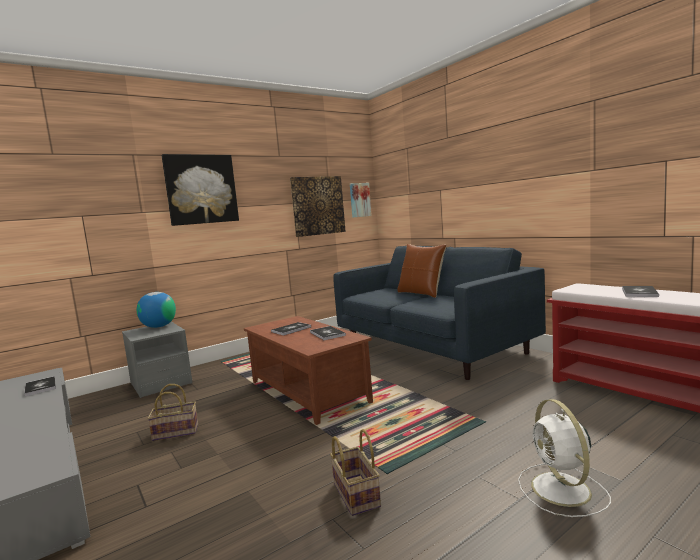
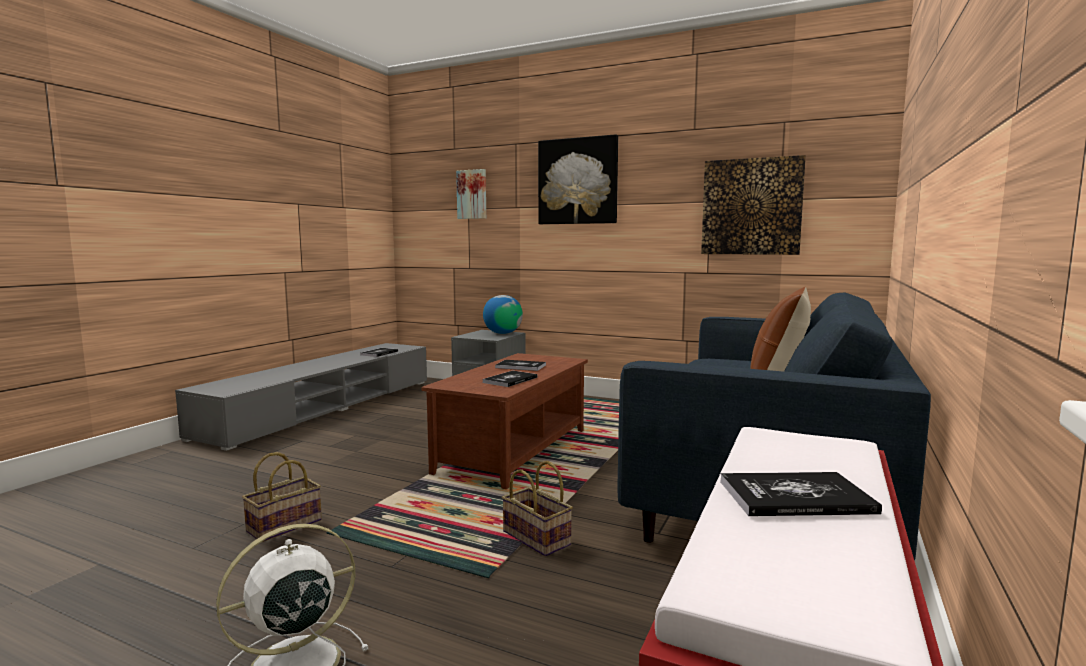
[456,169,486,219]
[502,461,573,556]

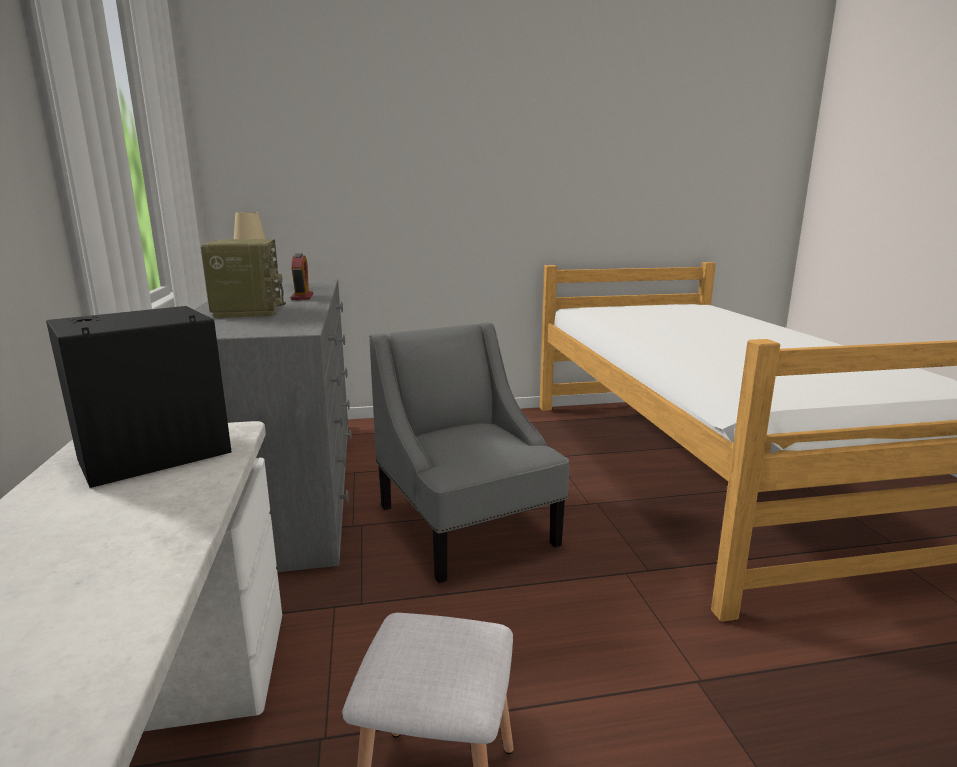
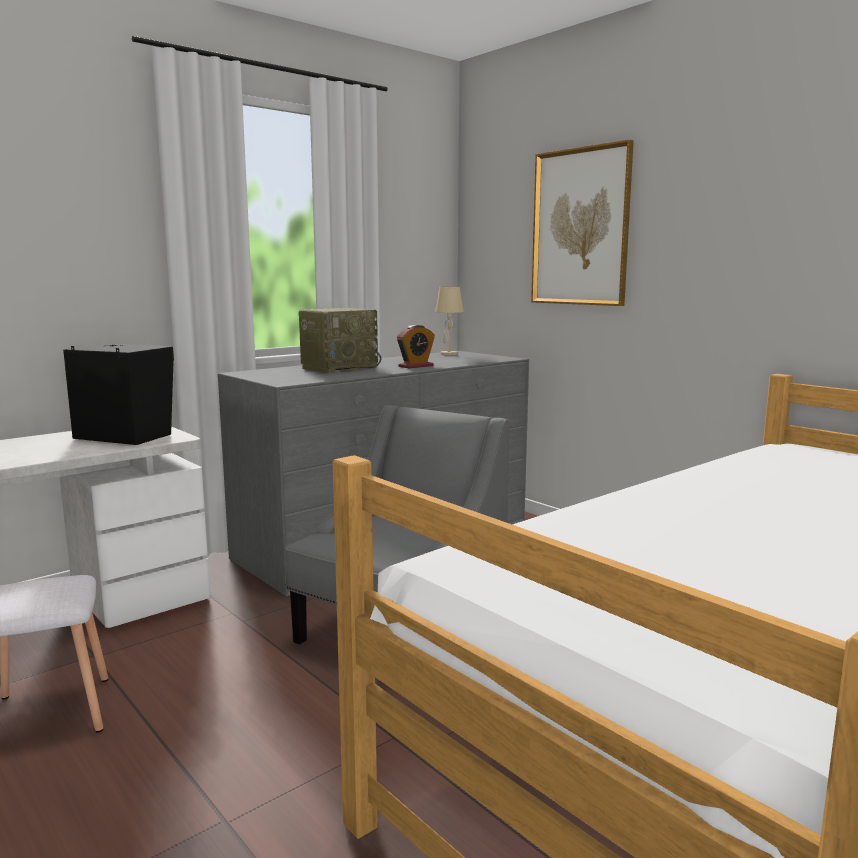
[531,139,634,306]

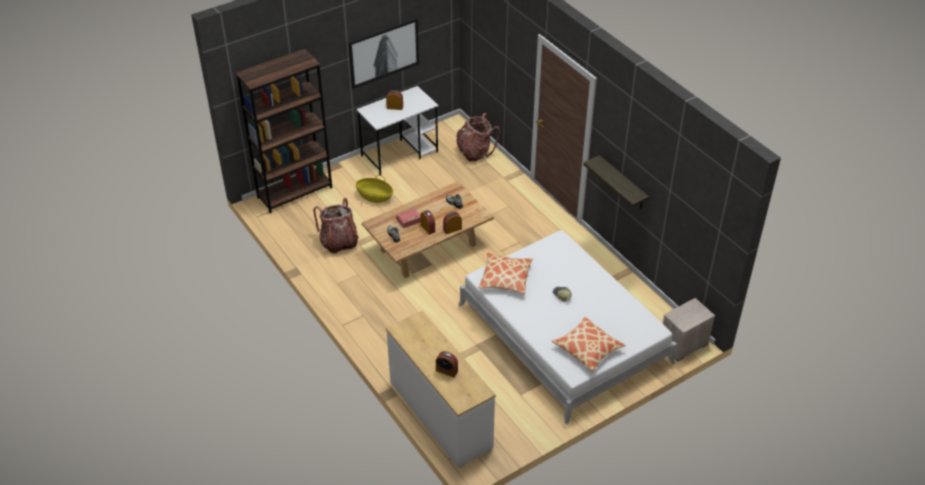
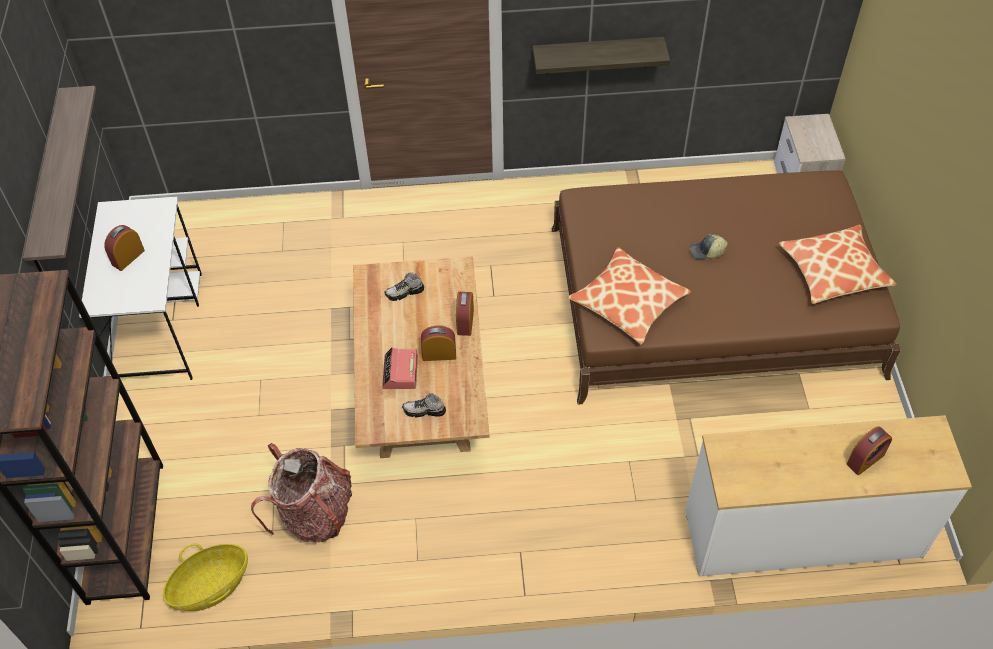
[23,86,96,272]
[456,113,500,161] (first image)
[163,544,248,611]
[552,170,901,405]

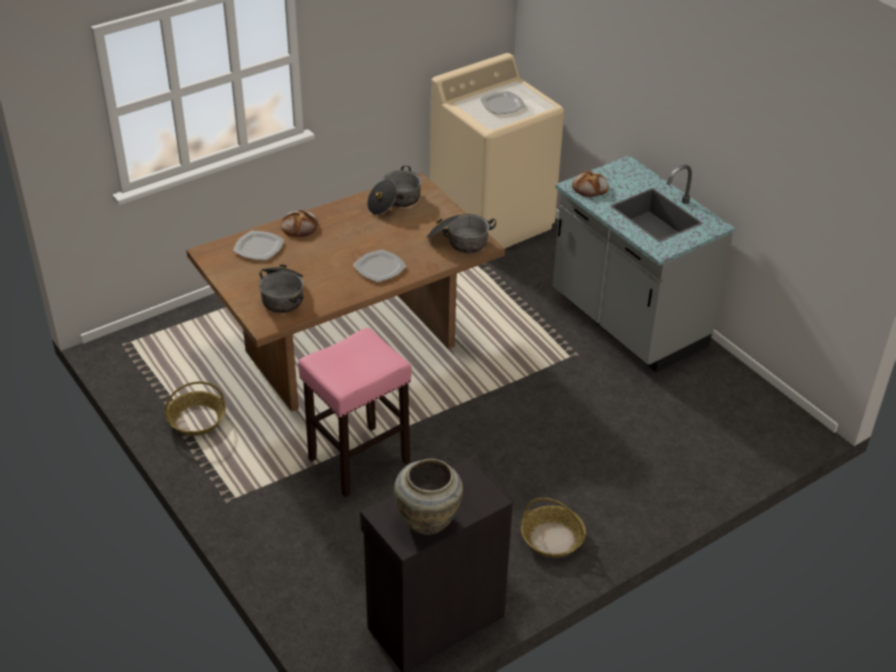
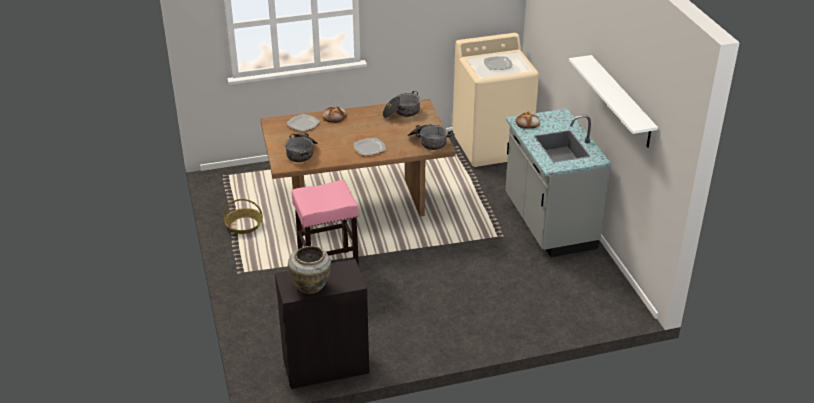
[521,498,586,558] (first image)
[569,55,658,148]

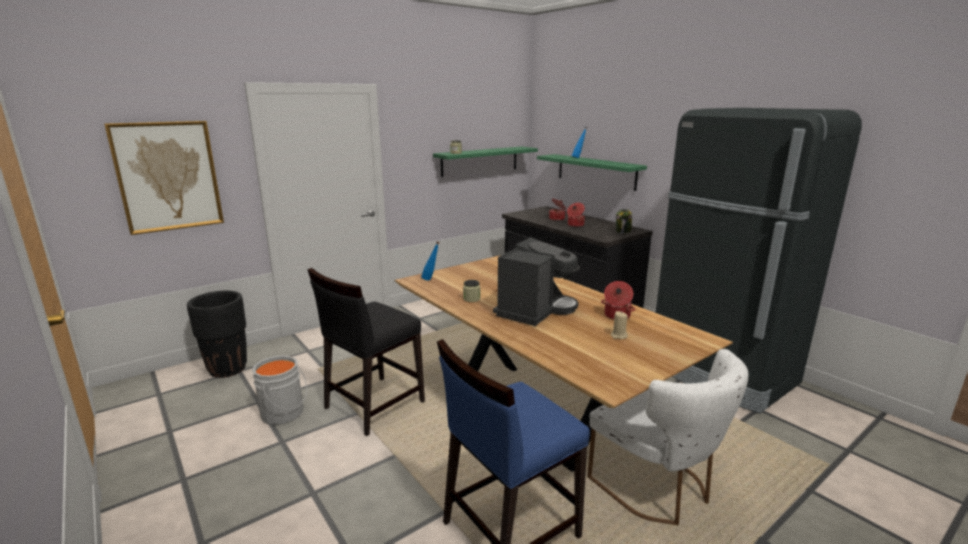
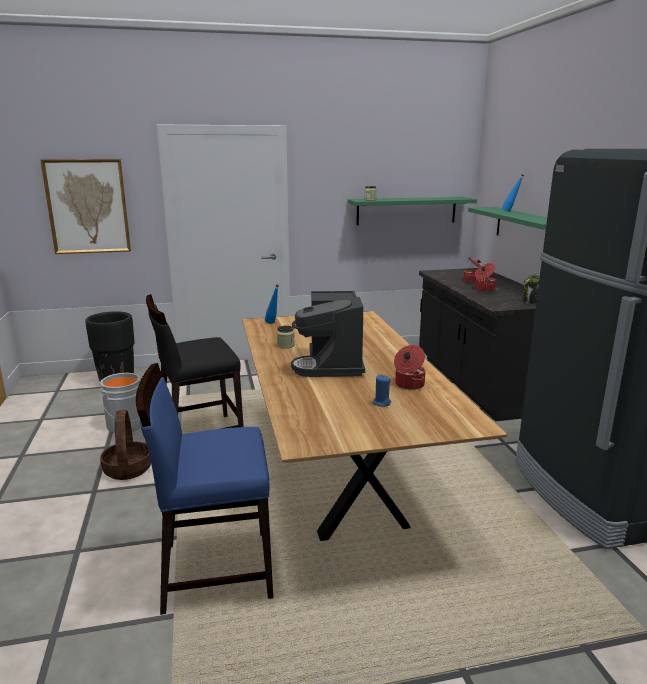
[291,291,365,377]
[372,374,391,407]
[587,349,749,525] (first image)
[100,410,151,480]

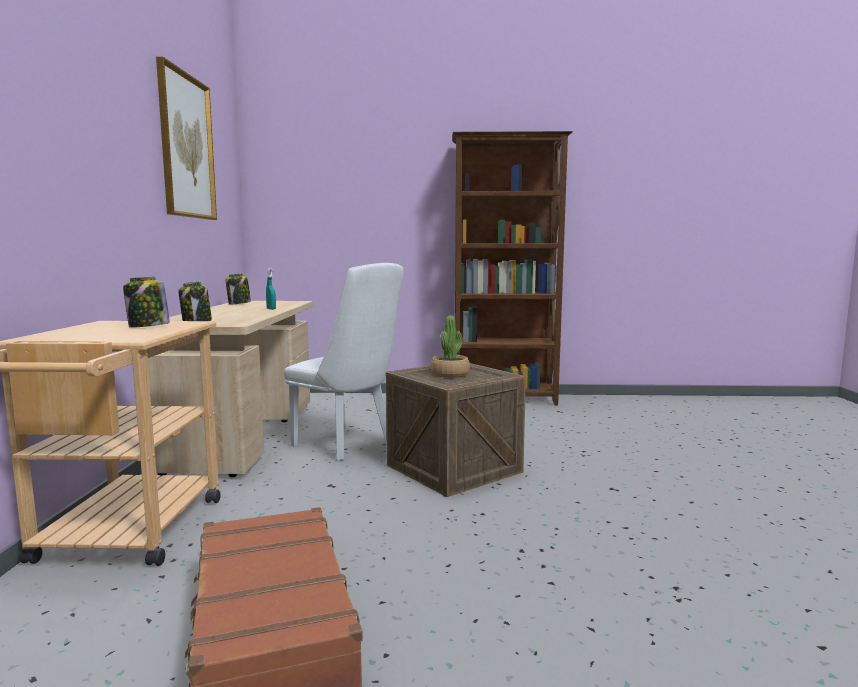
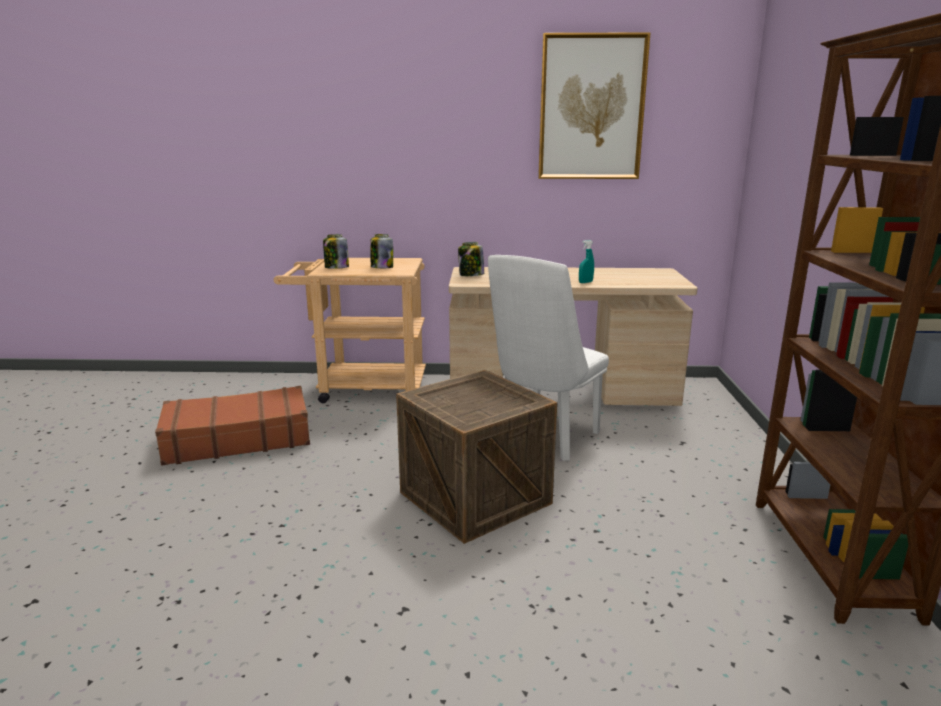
[323,234,349,269]
[430,316,470,378] (first image)

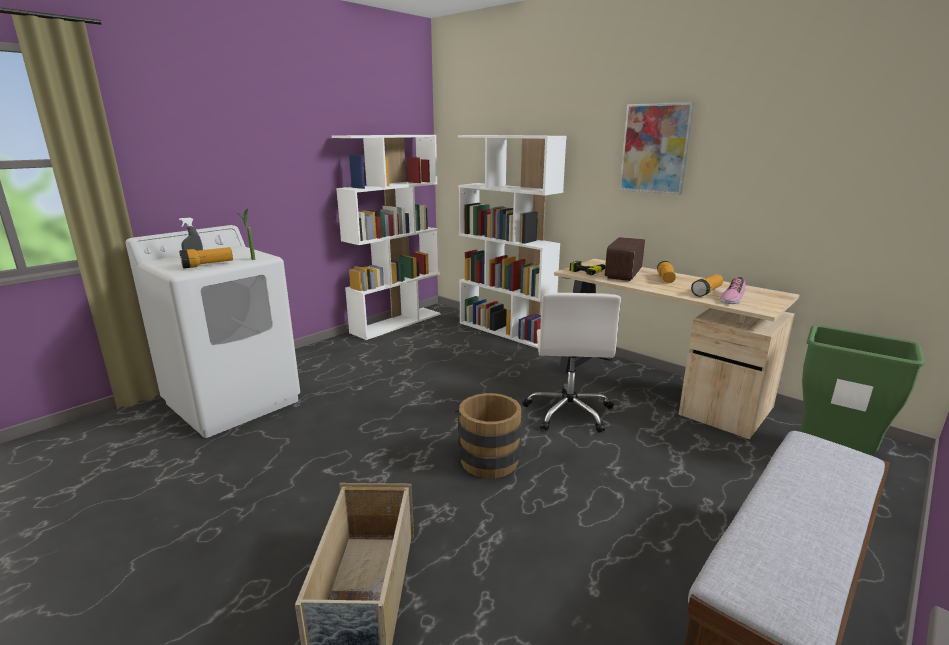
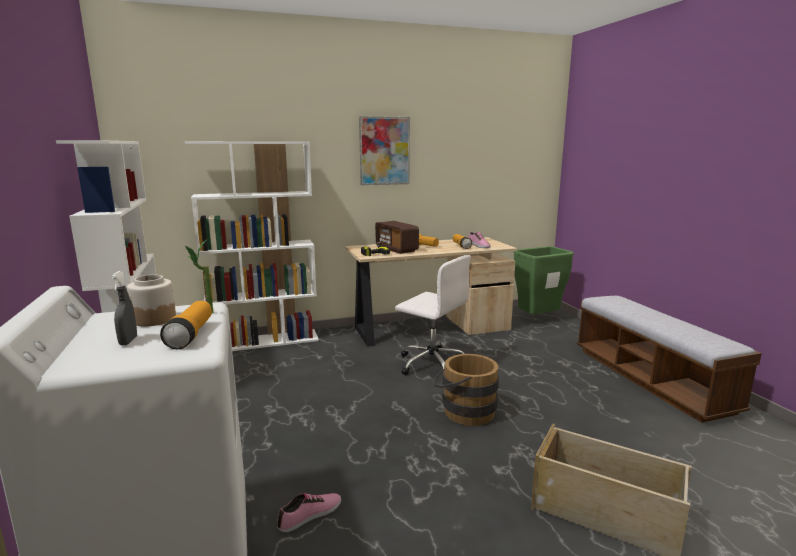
[127,275,176,327]
[277,493,341,532]

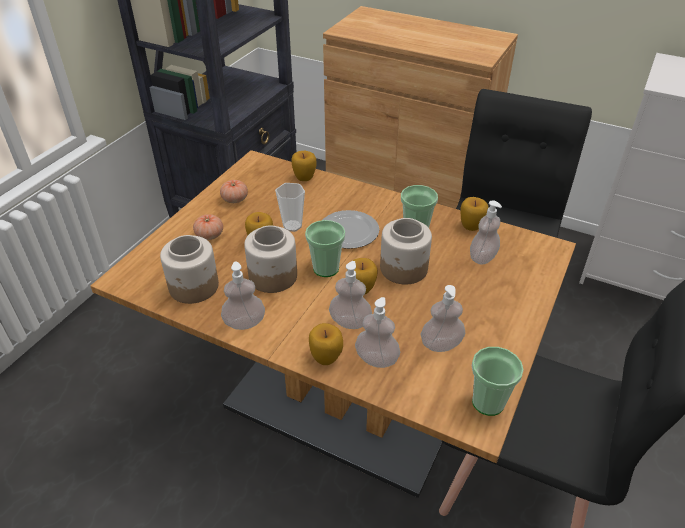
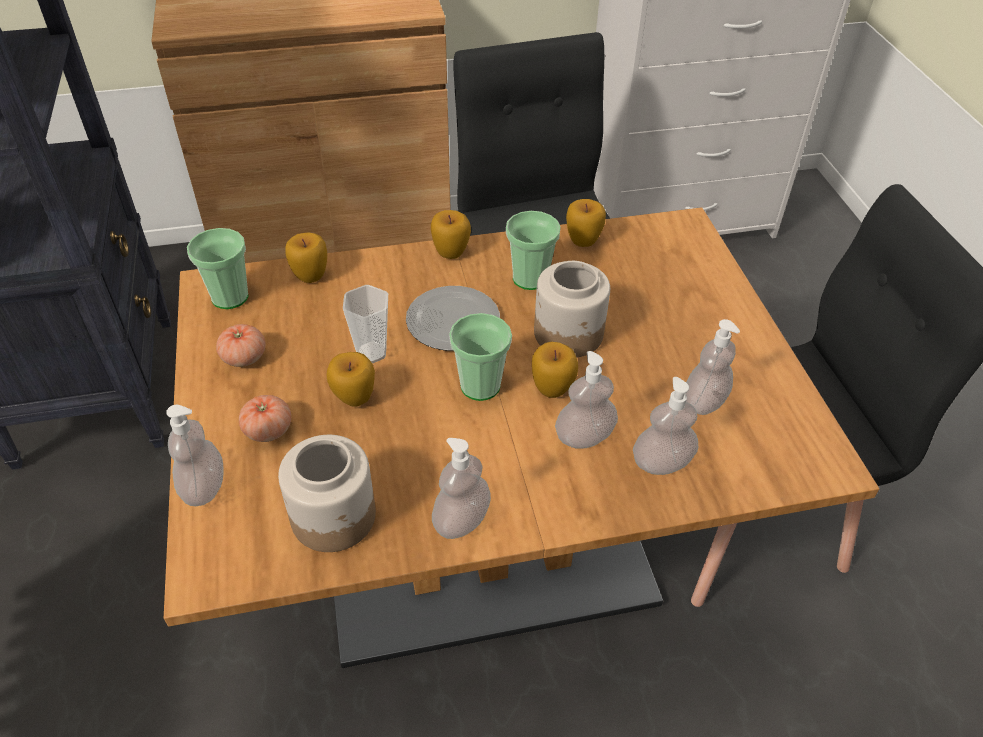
[166,405,223,506]
[244,225,297,293] (first image)
[431,210,471,259]
[187,228,249,309]

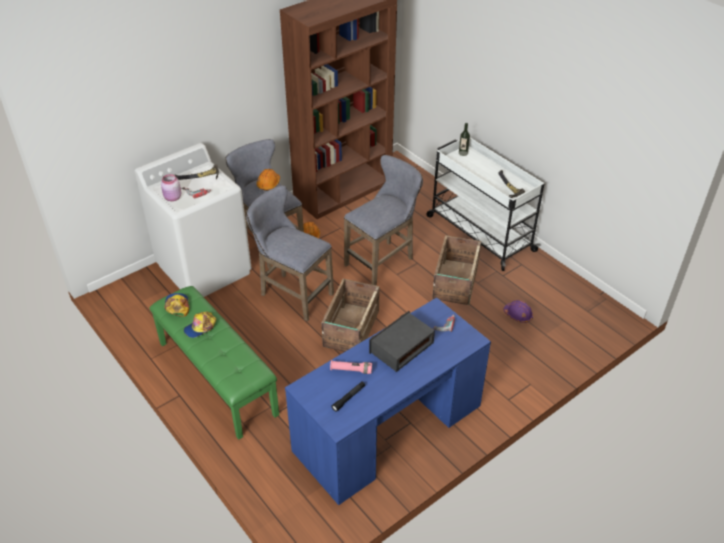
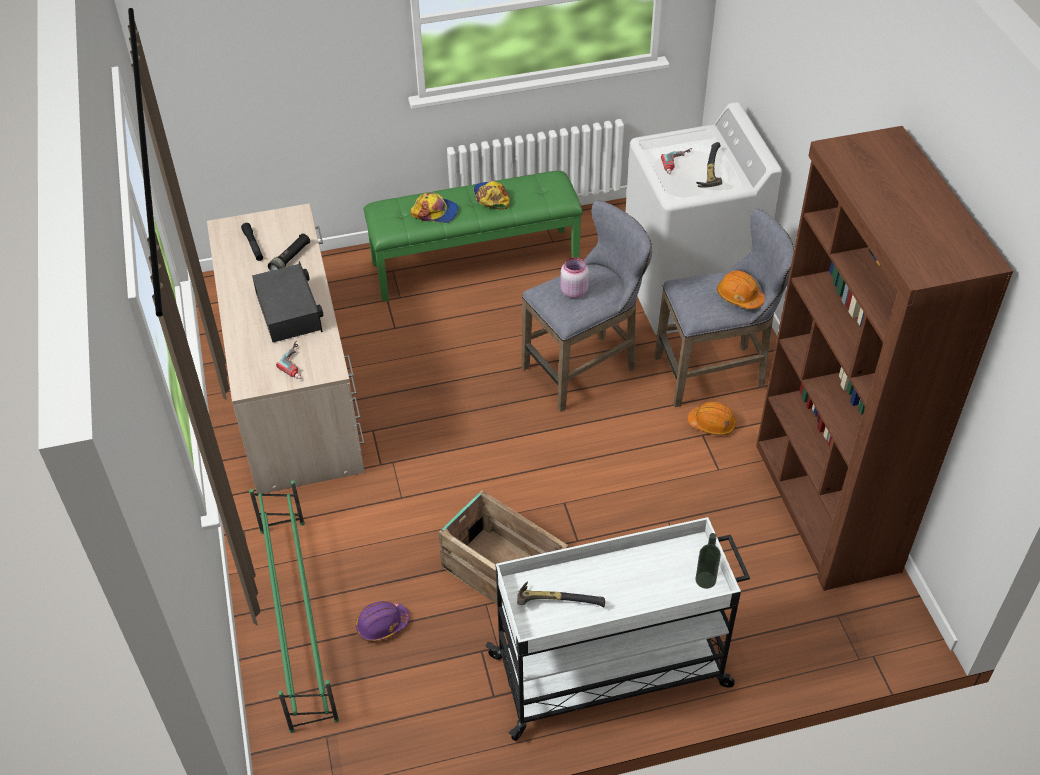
[344,155,423,286] (first image)
[560,257,589,298]
[322,279,380,352] (first image)
[410,193,459,223]
[207,203,365,494]
[268,234,310,271]
[249,480,339,733]

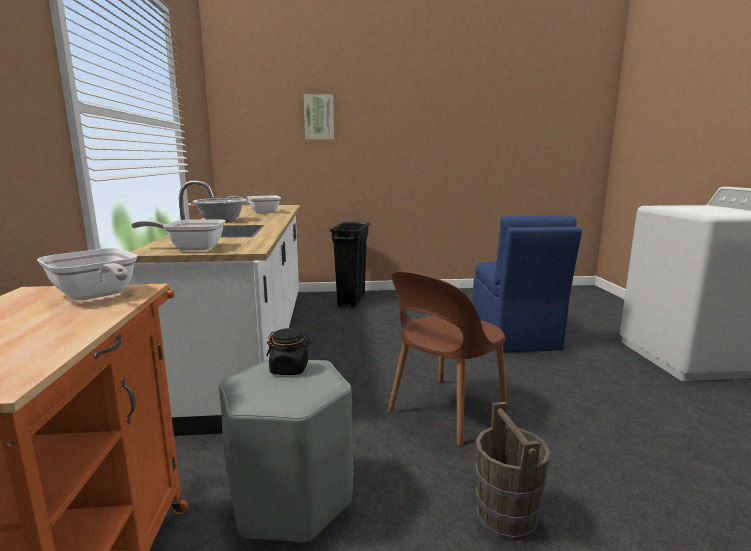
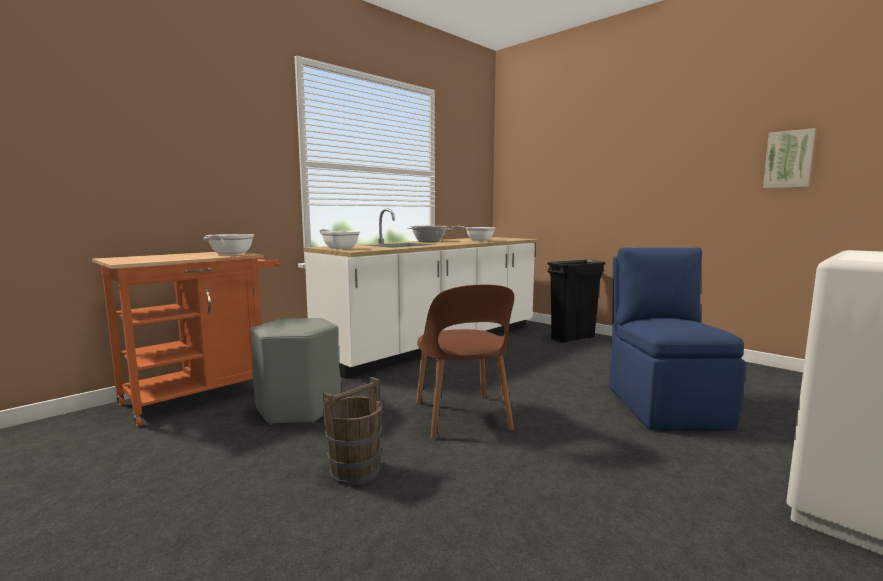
[763,128,816,188]
[609,248,746,431]
[416,284,514,439]
[266,328,311,375] (first image)

